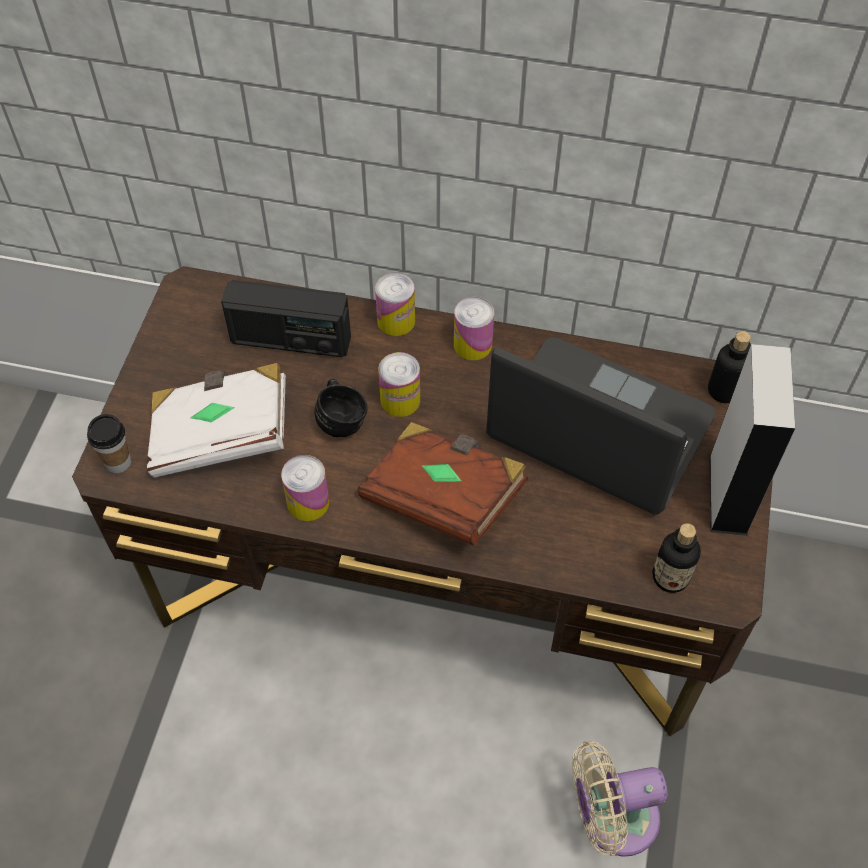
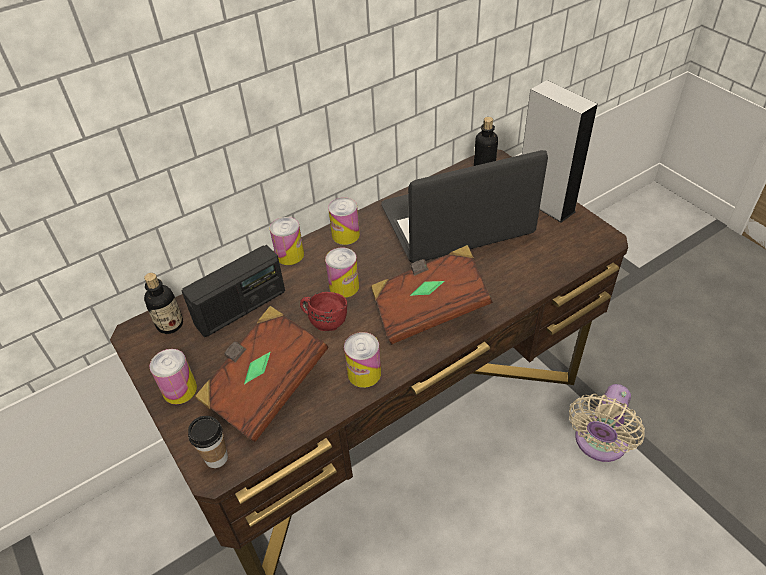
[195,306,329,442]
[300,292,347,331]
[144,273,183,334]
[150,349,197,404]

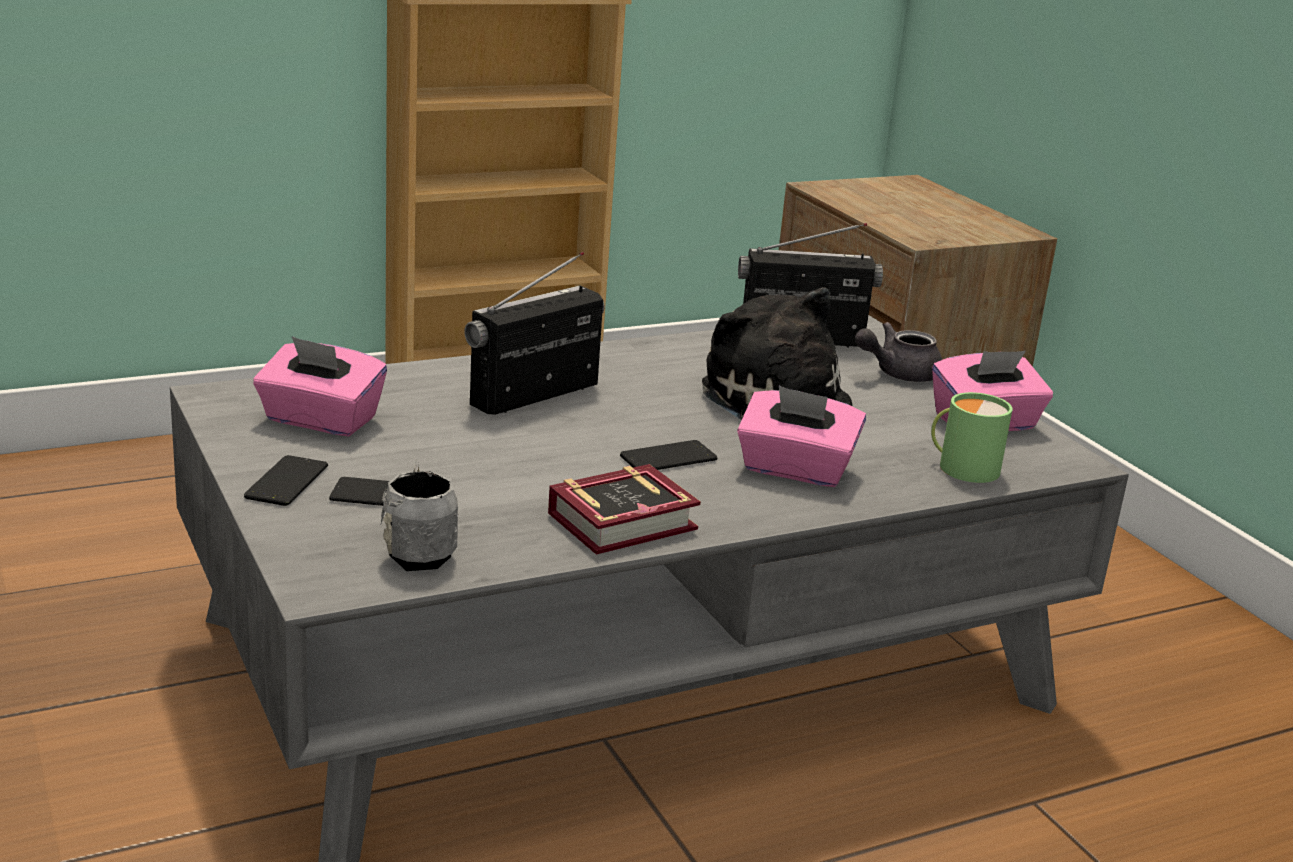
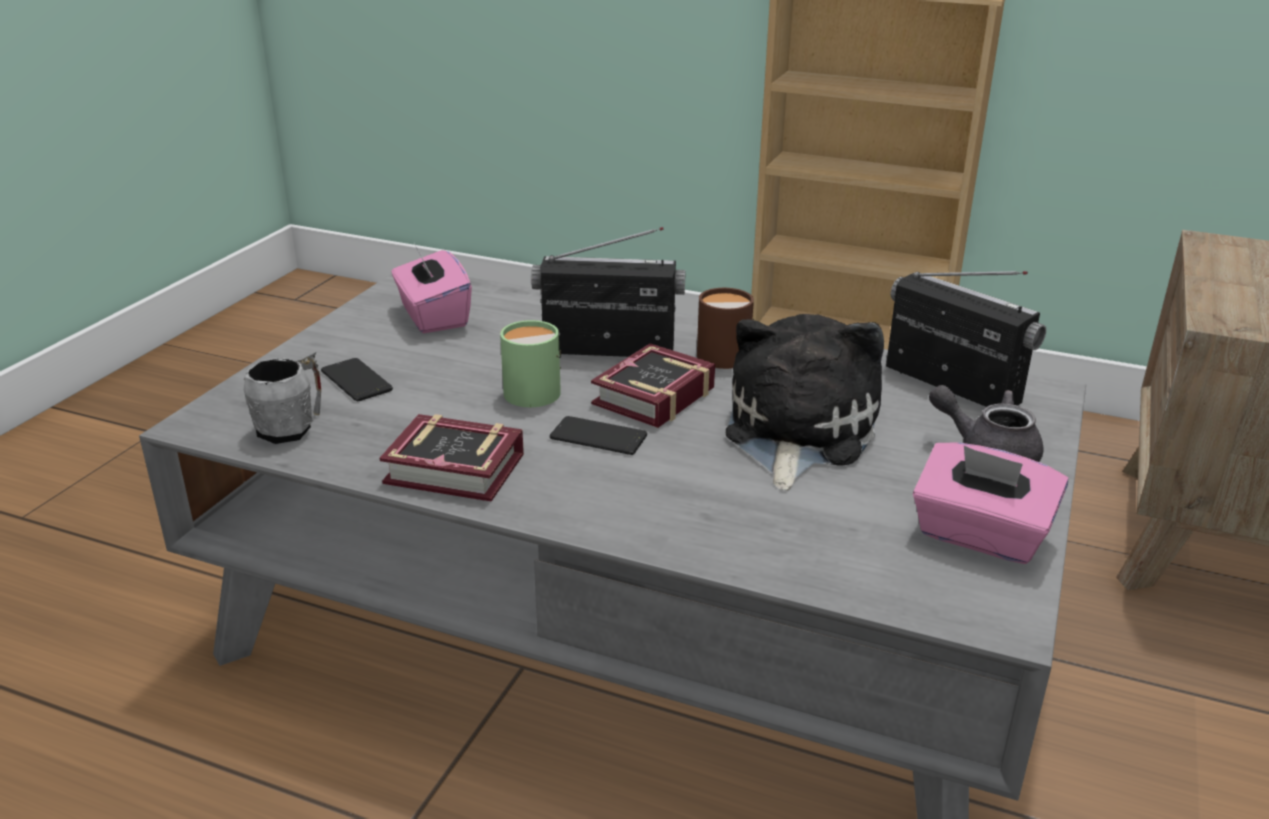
[737,386,866,487] (first image)
[500,320,561,407]
[244,455,328,506] (first image)
[697,288,754,369]
[591,343,715,428]

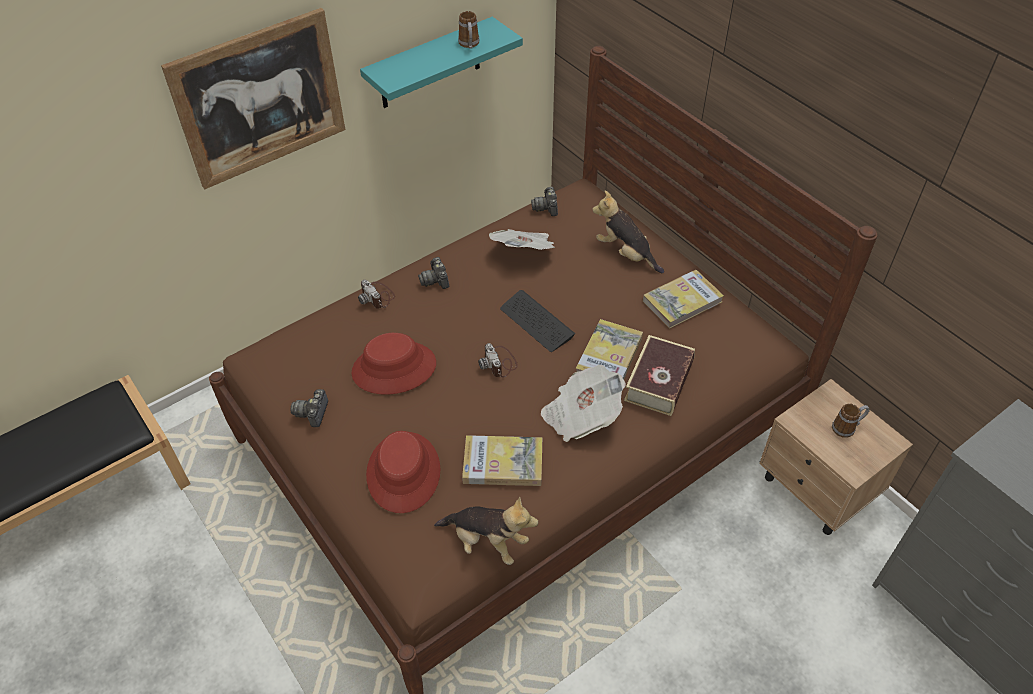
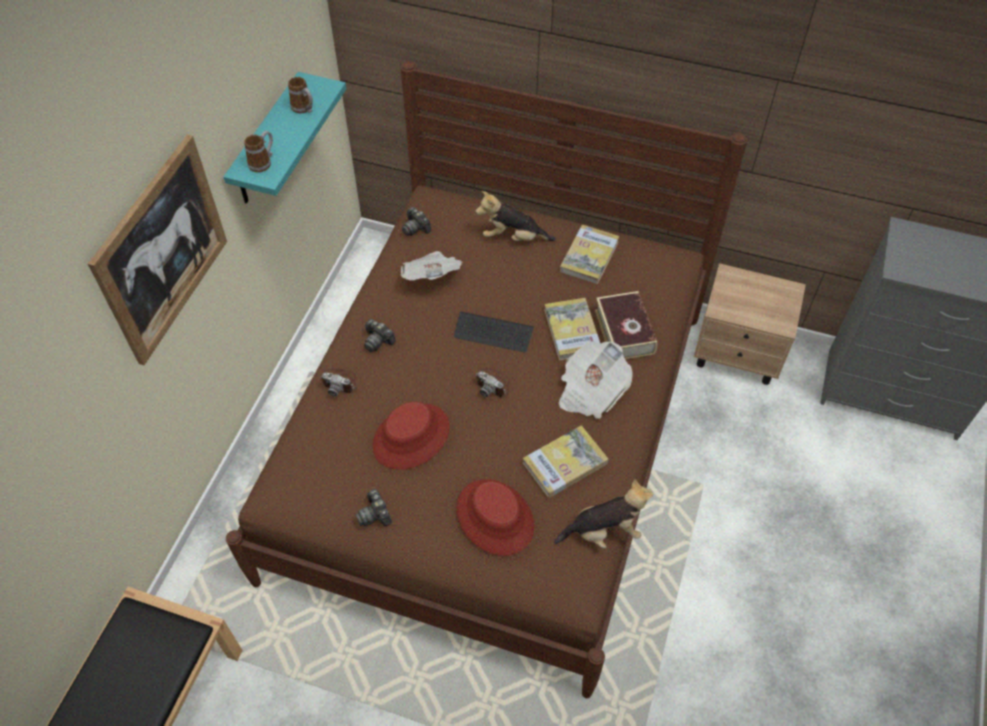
[244,131,273,172]

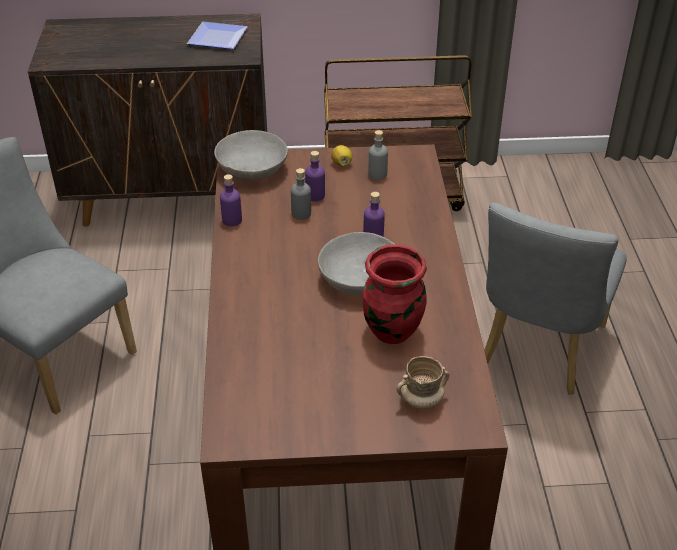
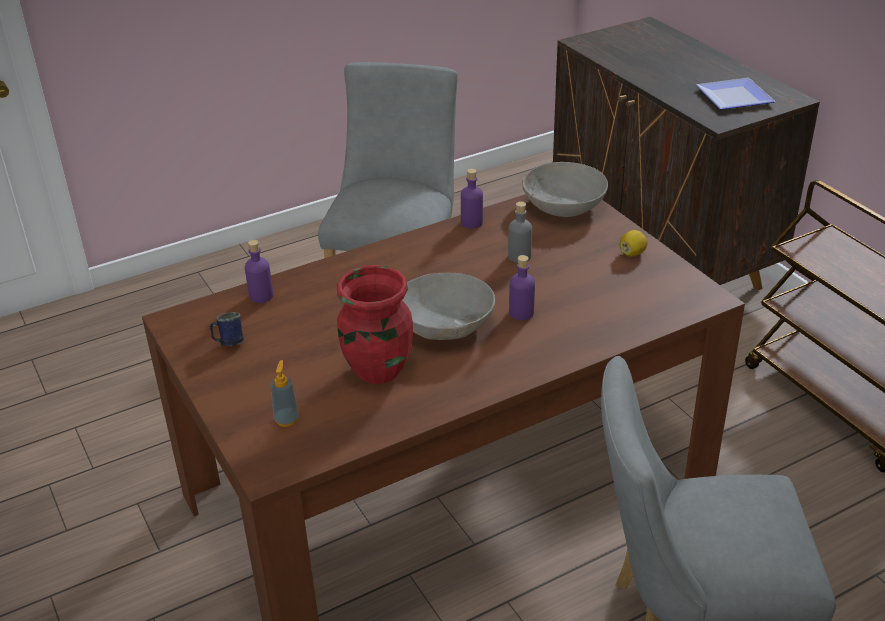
[369,130,388,180] (first image)
[245,240,273,303]
[271,360,299,427]
[209,312,244,346]

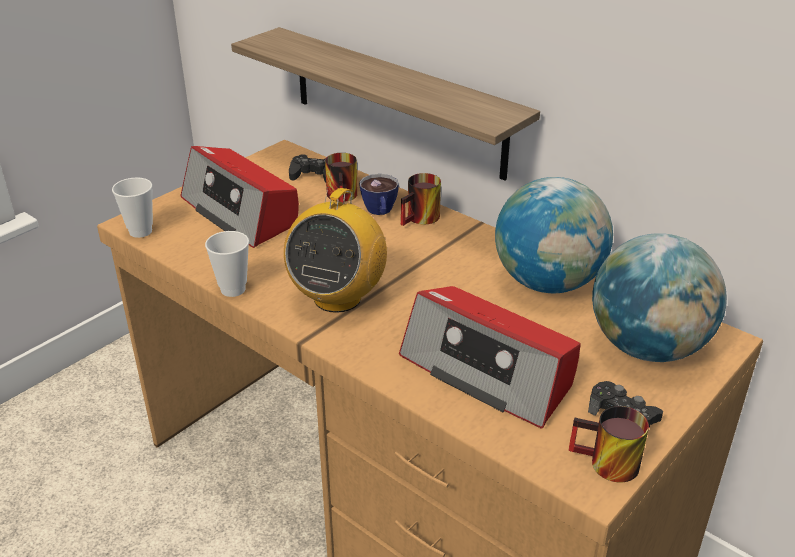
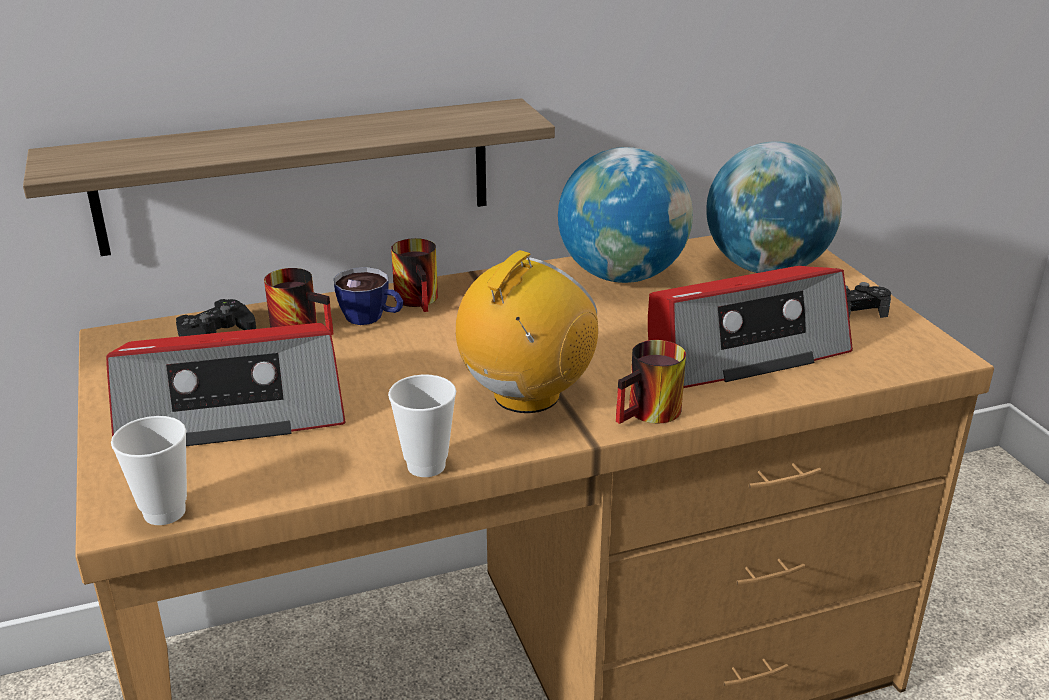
[456,250,598,413]
[616,340,686,424]

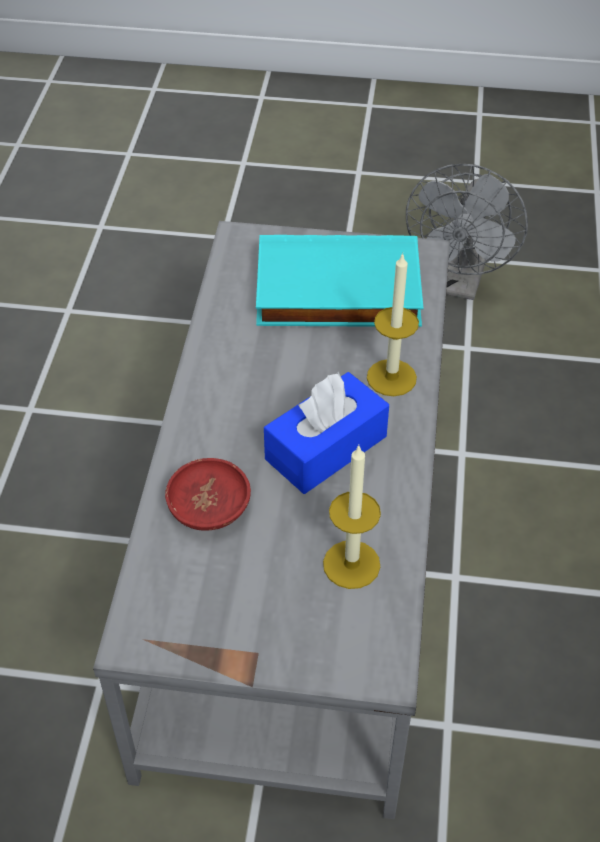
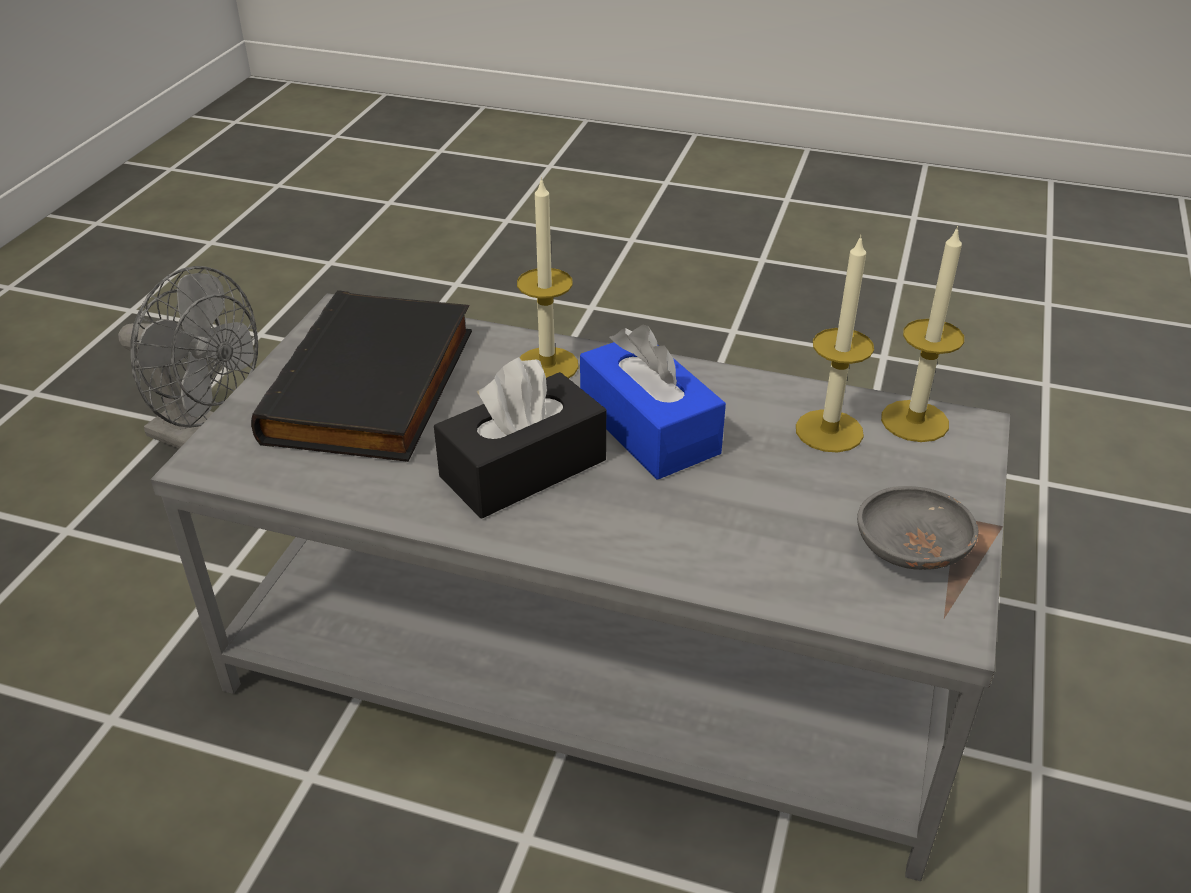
[251,290,472,462]
[165,458,251,531] (first image)
[881,226,964,442]
[434,357,606,519]
[857,486,978,570]

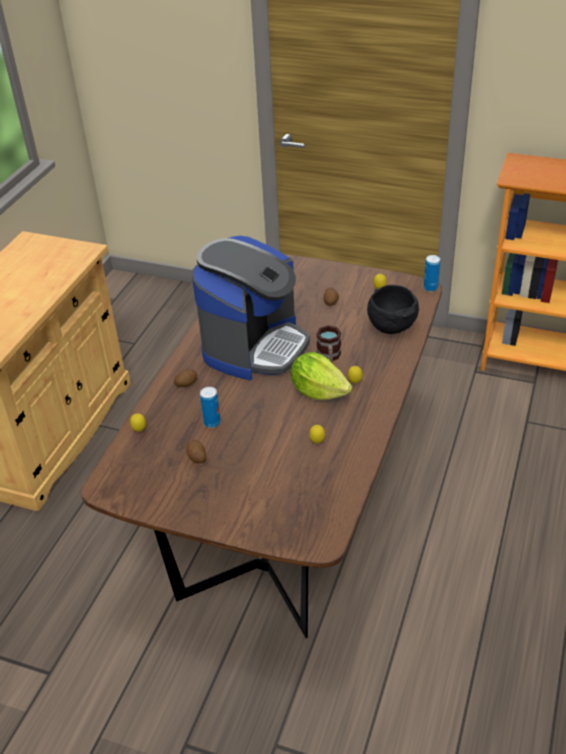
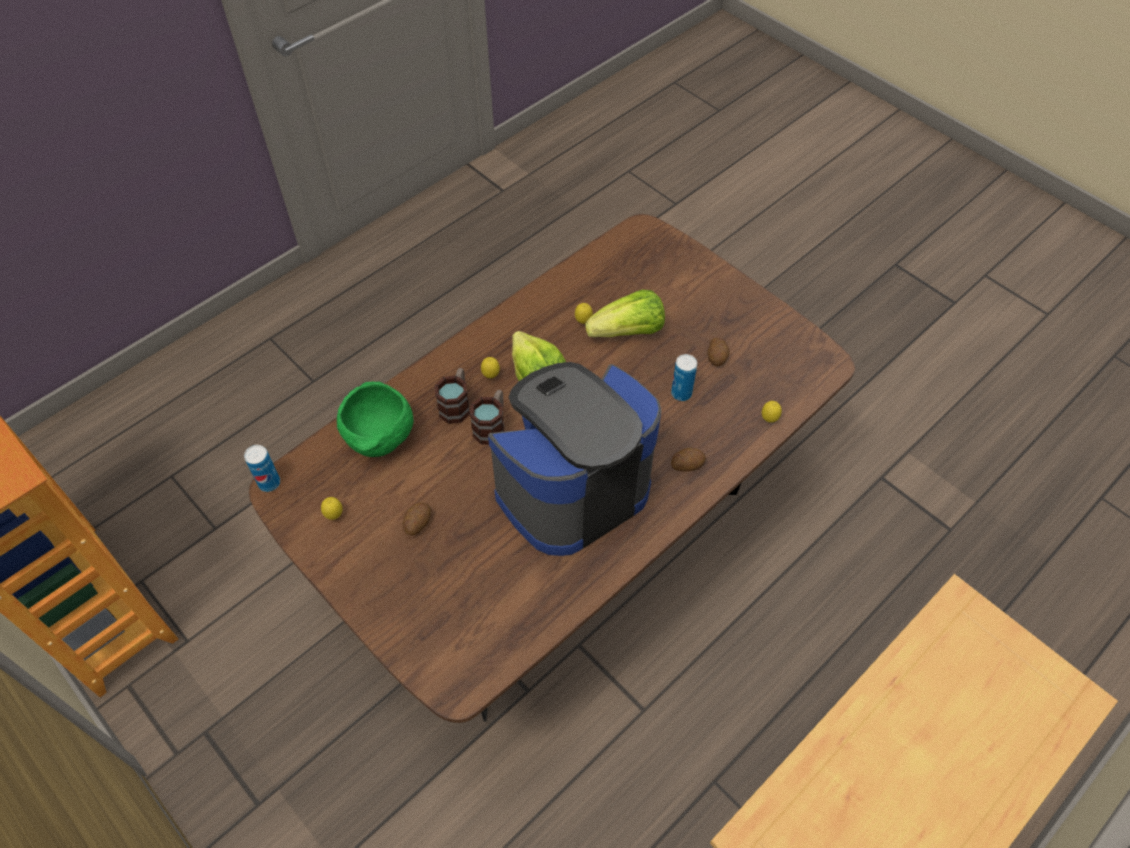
[337,381,413,457]
[585,290,665,337]
[435,368,470,424]

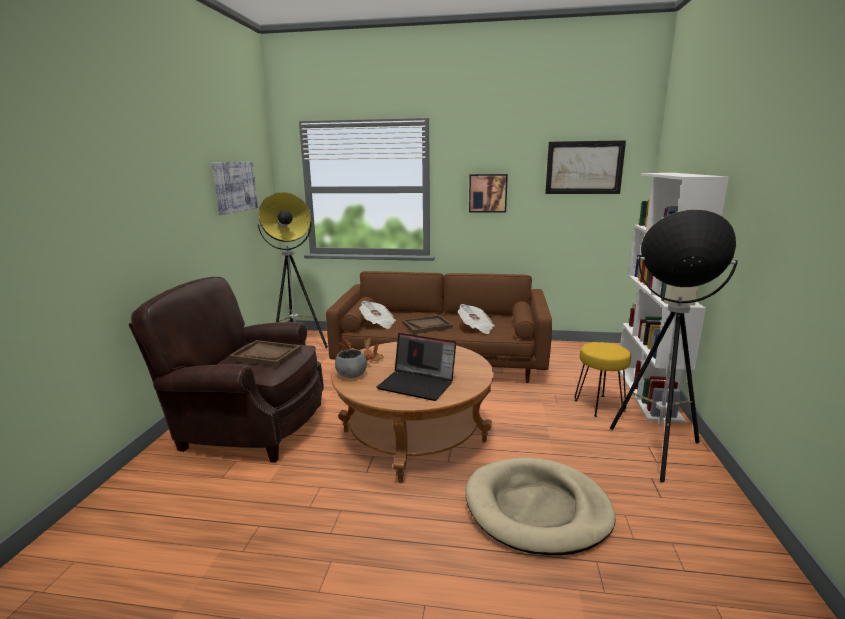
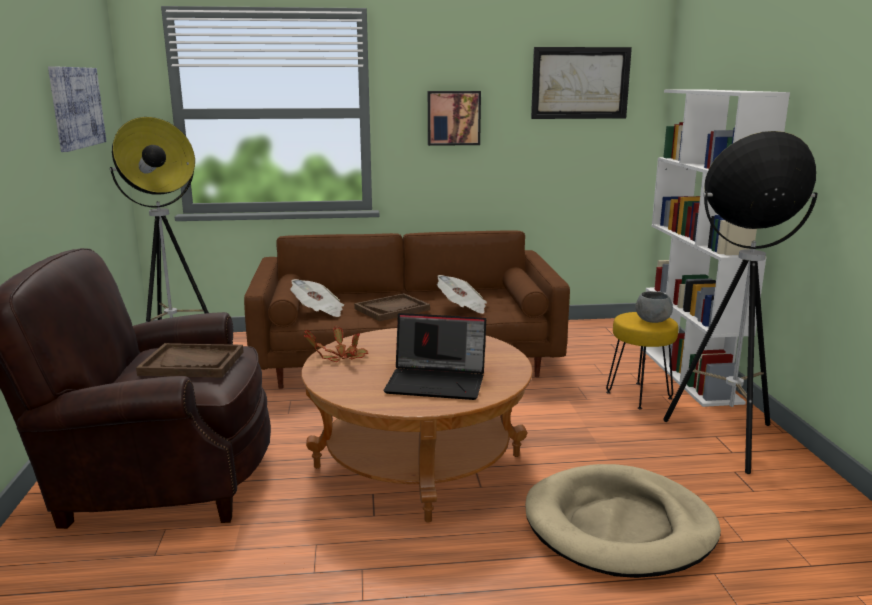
[635,291,673,323]

